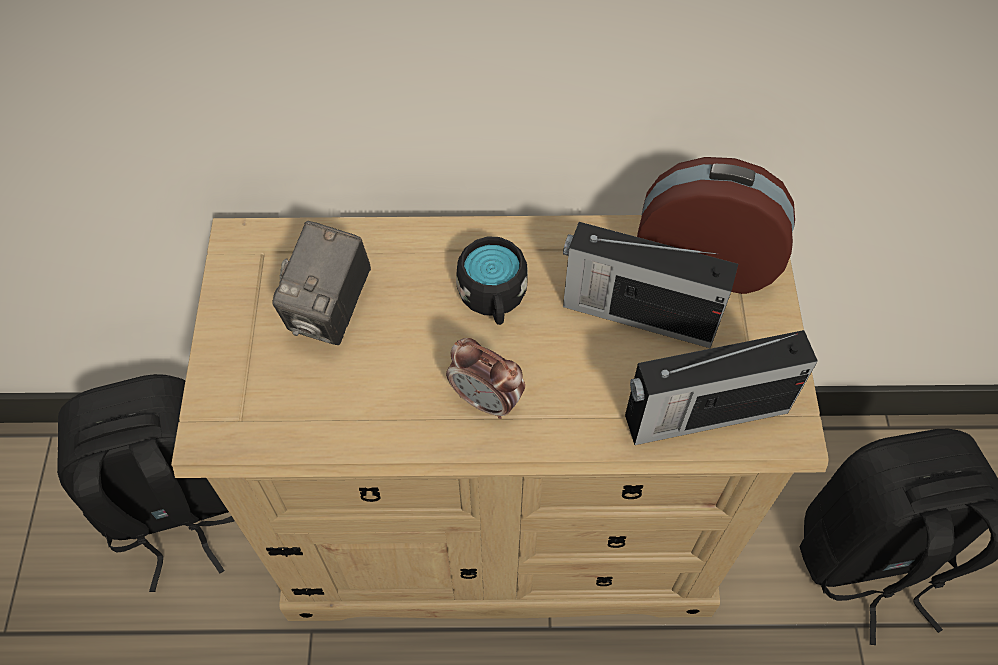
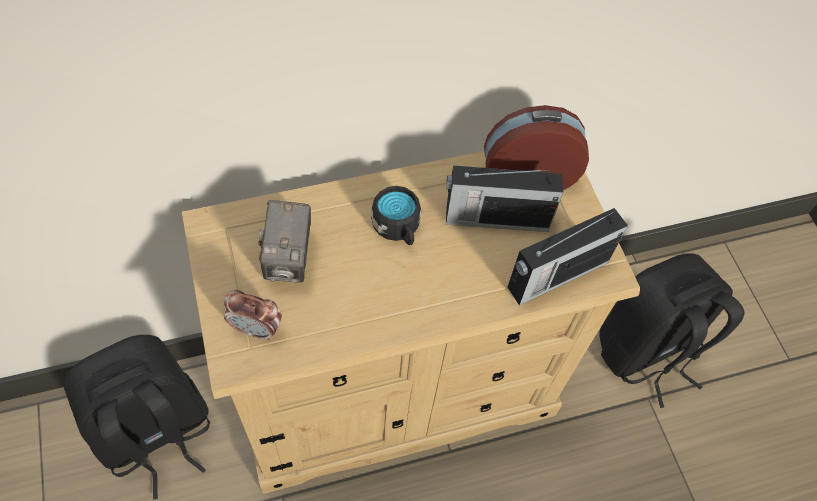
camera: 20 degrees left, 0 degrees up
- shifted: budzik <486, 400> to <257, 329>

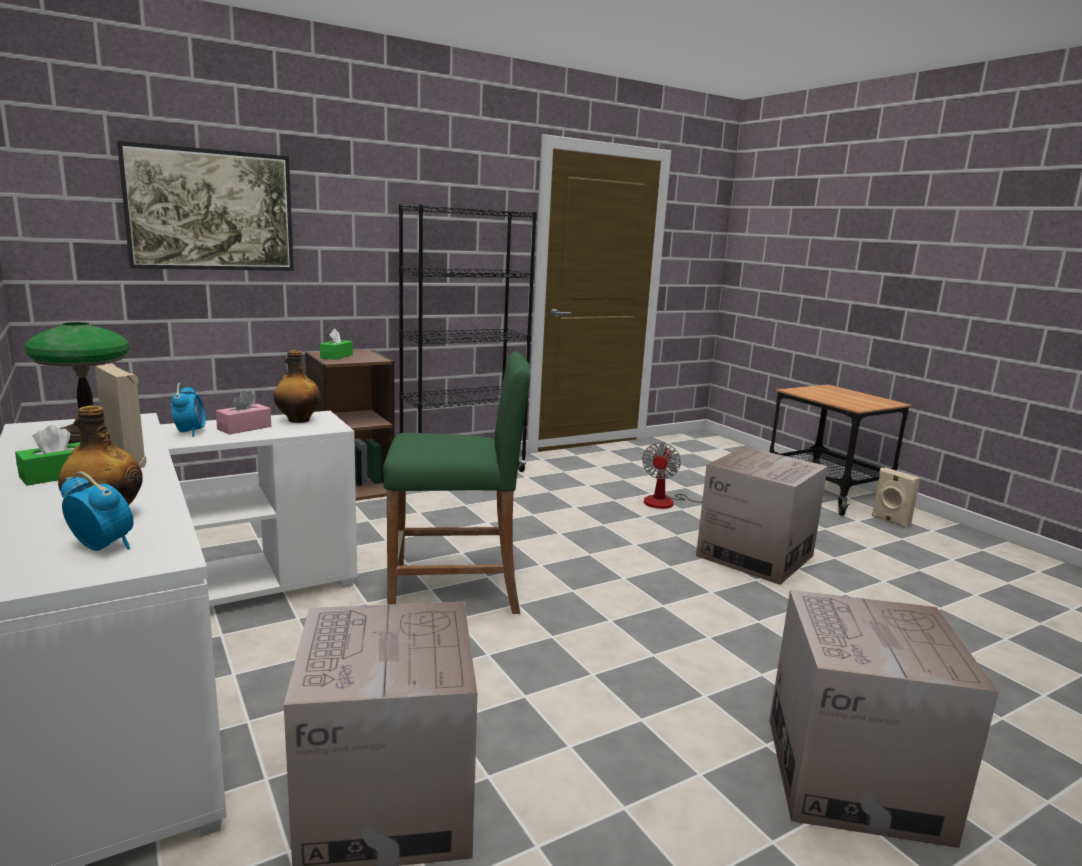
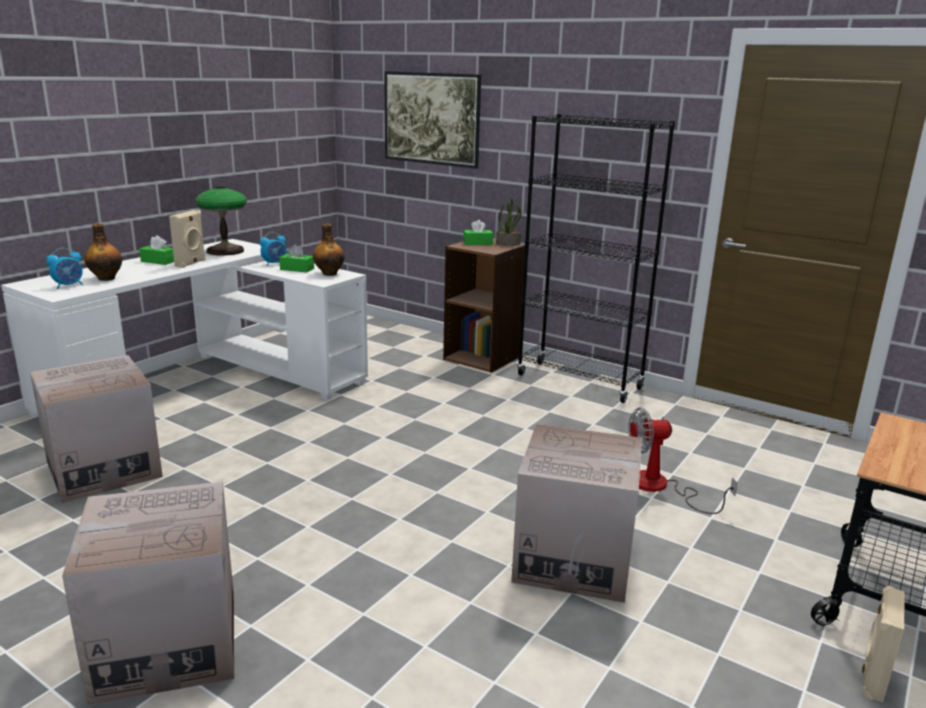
camera: 65 degrees right, 5 degrees up
- gone: stołek/zielony <455, 591>
- repainted: pudełko chusteczek/różowy <244, 428> to pudełko chusteczek/zielony <297, 269>
- rotated: budzik <102, 547> = <69, 286> 45 degrees clockwise
- new: roślina doniczkowa <508, 243>

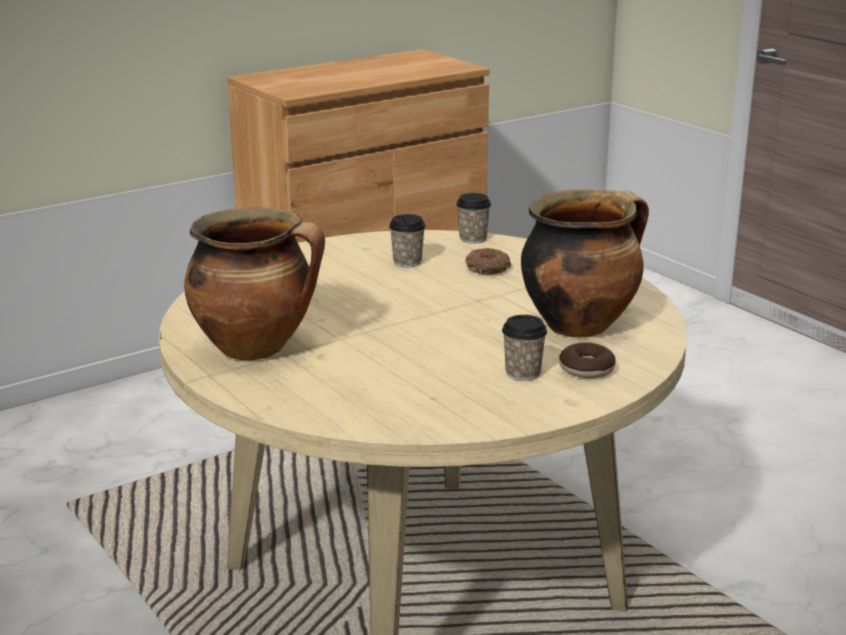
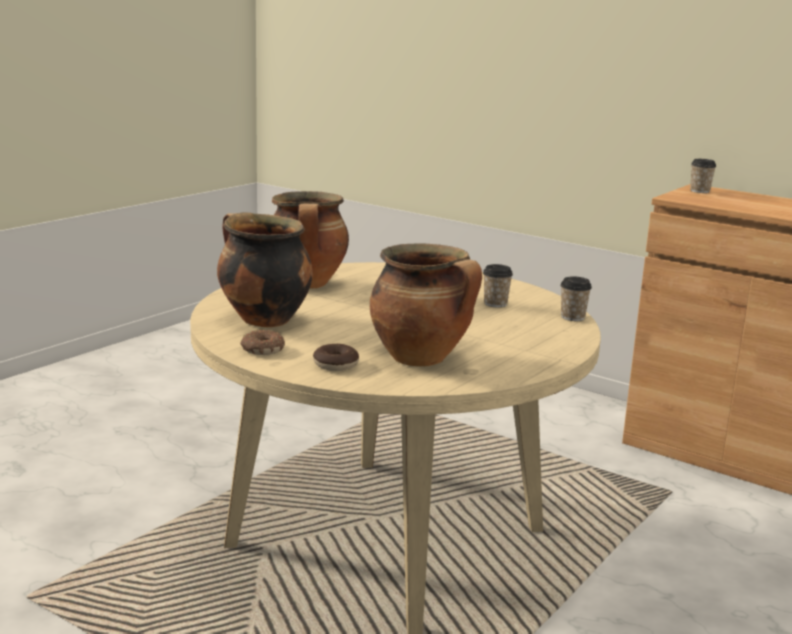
camera: 70 degrees right, 5 degrees down
- shifted: donut <487, 269> to <261, 349>
- shifted: filiżanka <523, 373> to <700, 191>
- new: garnek <262, 319>

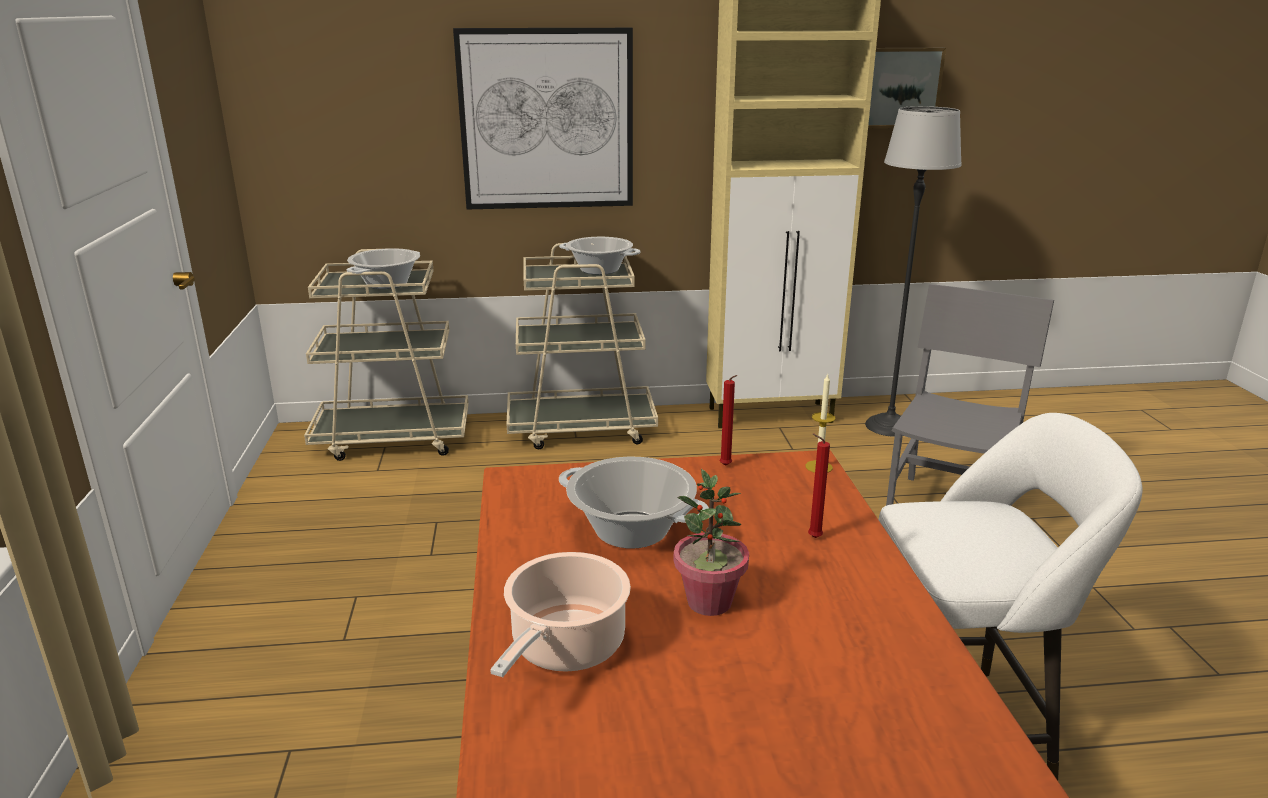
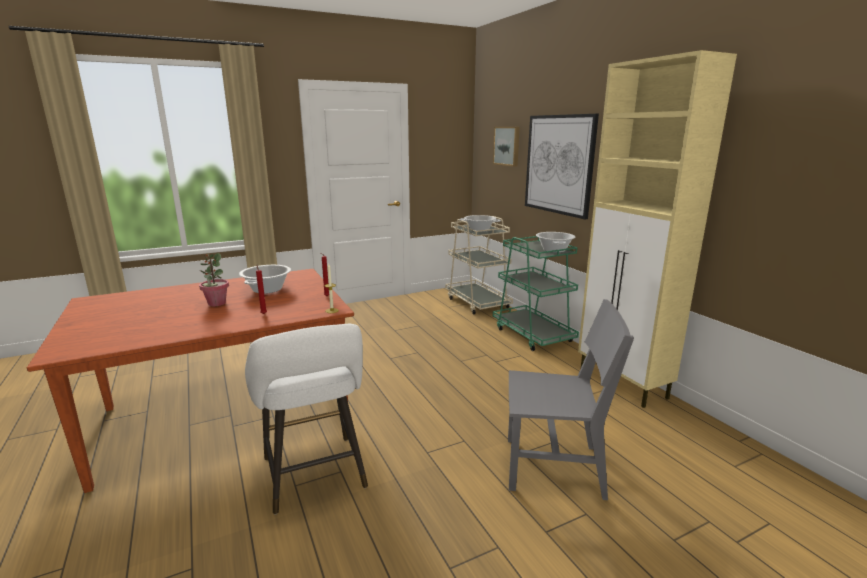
camera: 70 degrees right, 5 degrees down
- shifted: obraz <900, 88> to <507, 146>
- gone: lampa stojąca <890, 426>
- repainted: wózek/beżowy <582, 428> to wózek/zielony <532, 335>
- gone: garnek <565, 647>

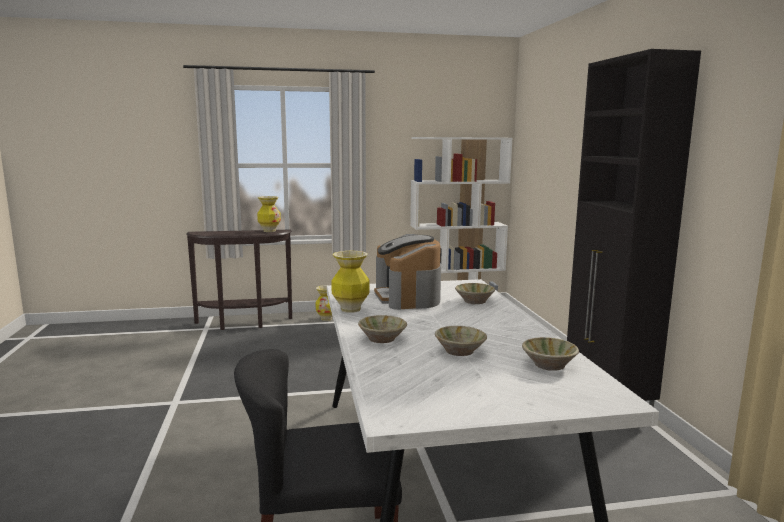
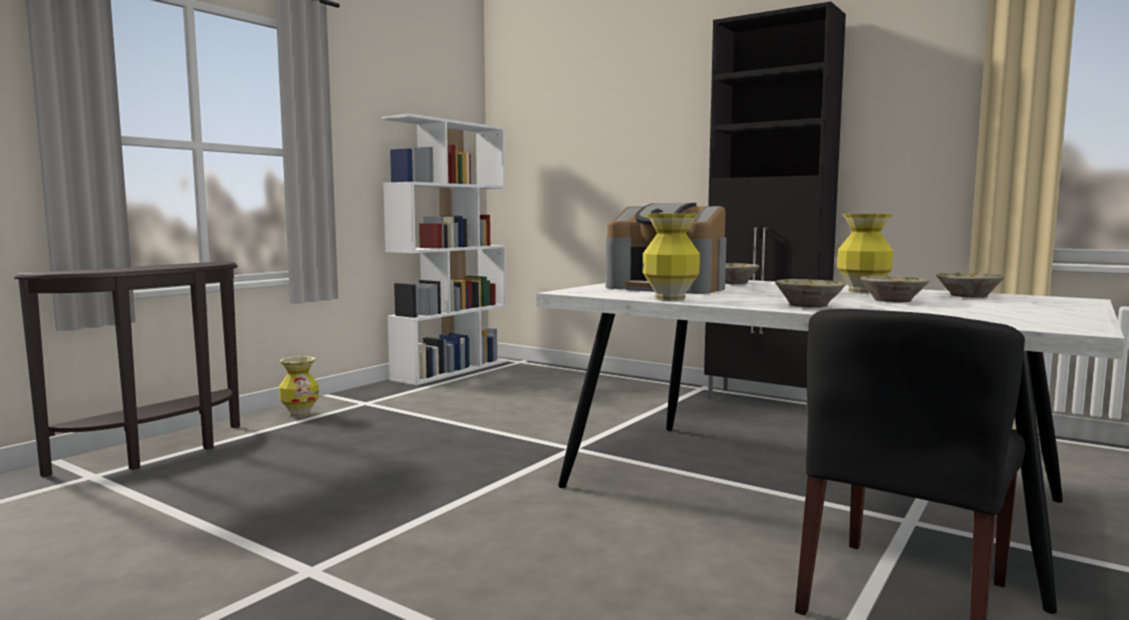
camera: 45 degrees left, 5 degrees down
- shifted: wazon <269, 231> to <862, 292>

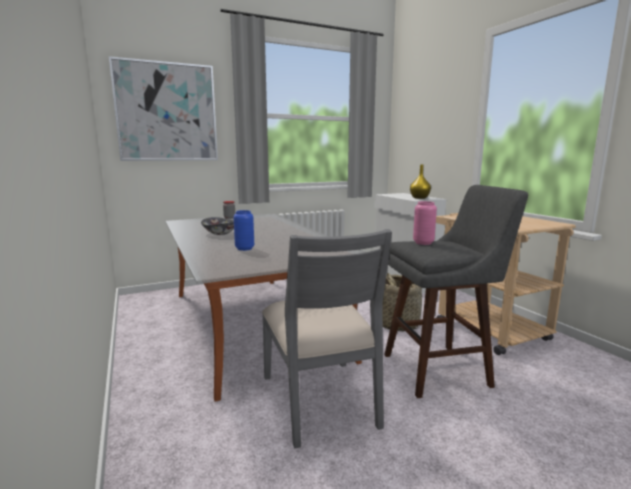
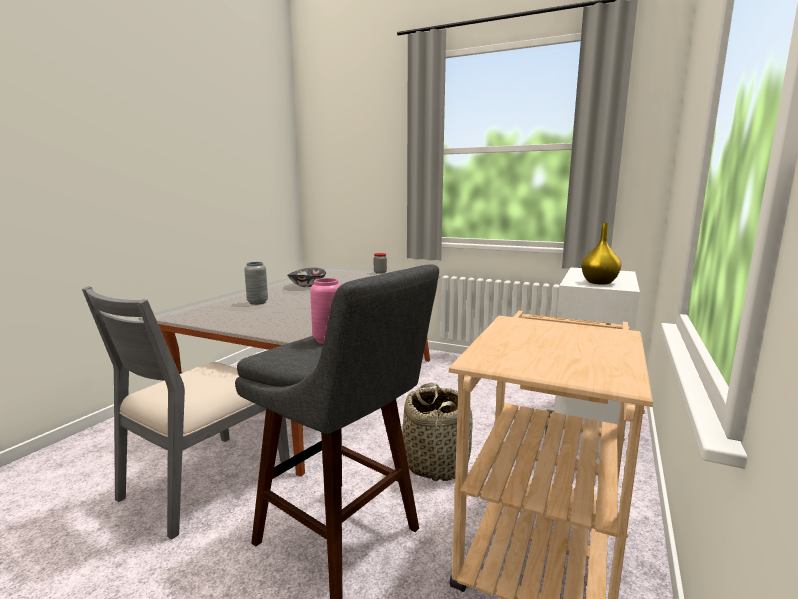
camera: 50 degrees right, 0 degrees up
- gone: obraz <167, 112>
- repainted: wazon/niebieski <244, 248> to wazon/szary <257, 302>

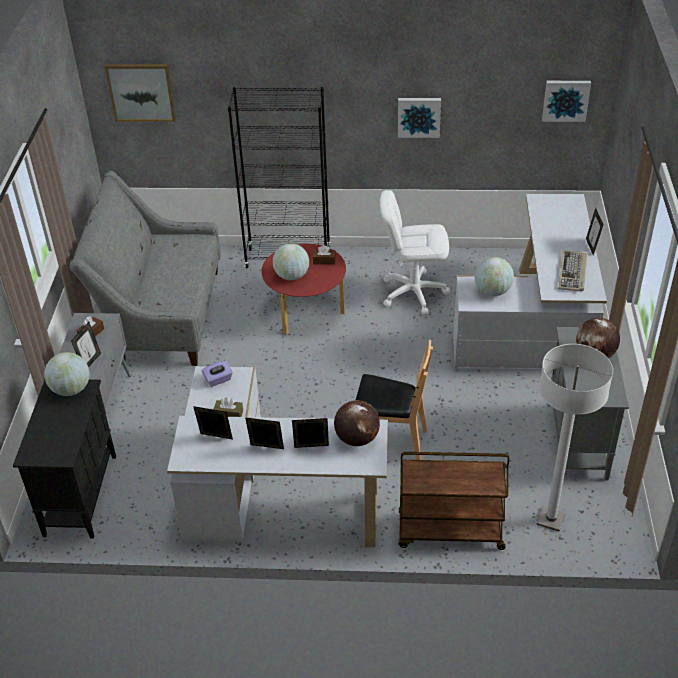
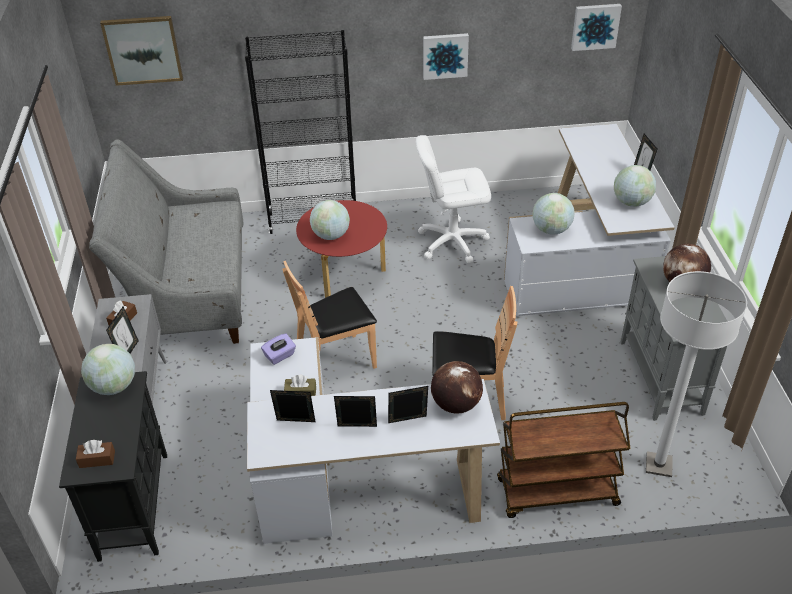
camera: 10 degrees left, 0 degrees up
- shifted: pudełko chusteczek/brązowy <324, 261> to <97, 459>
- swapped: klawiatura <573, 273> to globus <631, 202>
- new: krzesło/brązowy <336, 361>

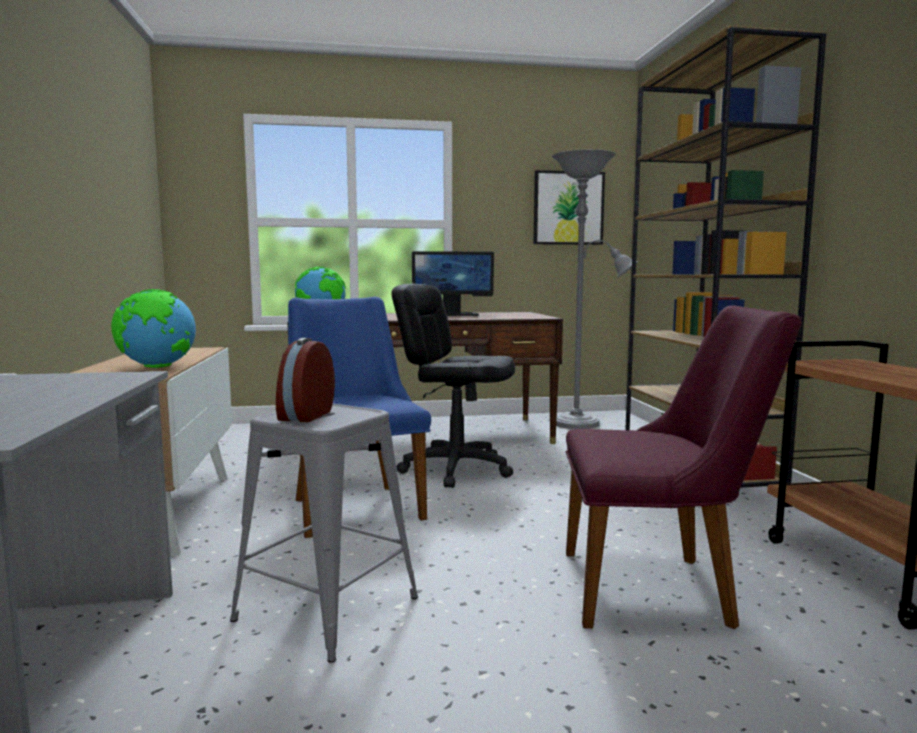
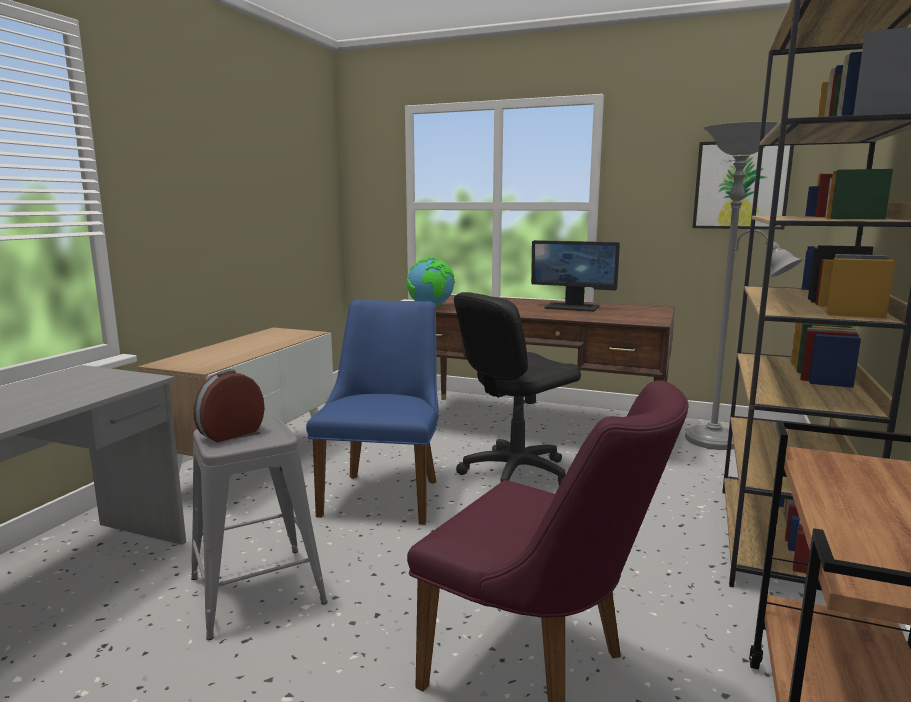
camera: 30 degrees right, 5 degrees up
- rotated: krzesło biurowe/czarny <456, 469> = <515, 473> 90 degrees counterclockwise
- gone: globus <157, 367>

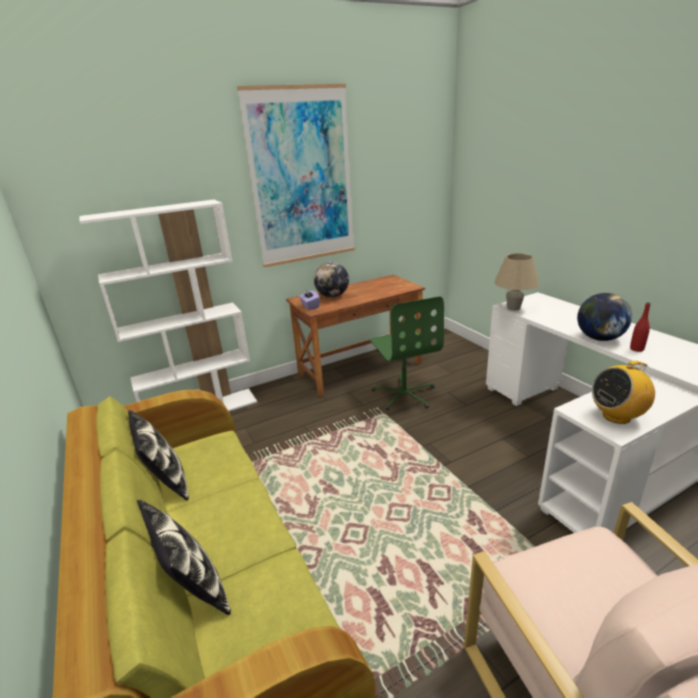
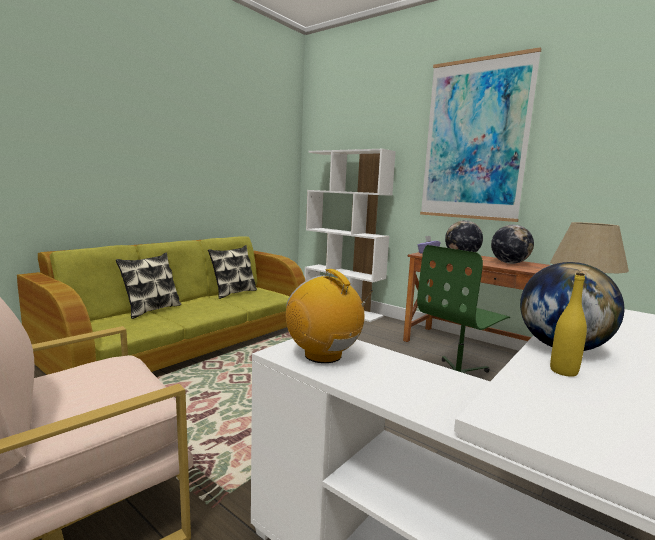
camera: 65 degrees right, 15 degrees down
- repainted: butelka/czerwony <636, 349> to butelka/żółty <563, 371>
- new: globus <509, 263>

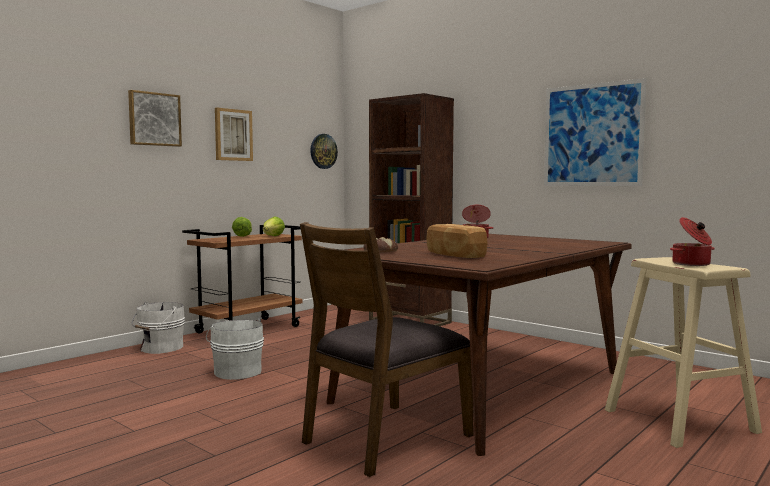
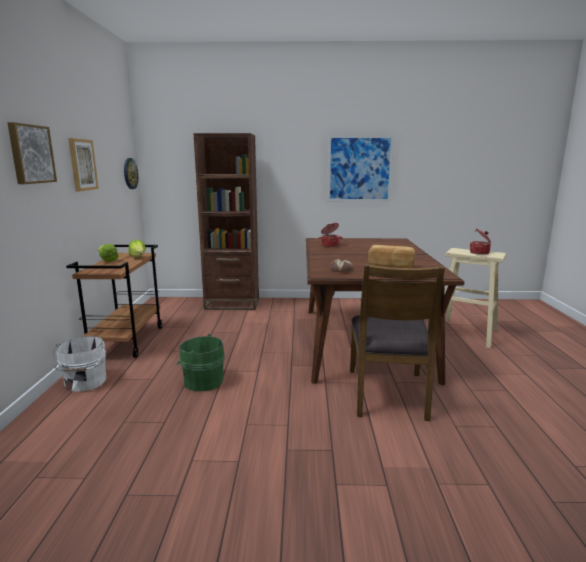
camera: 40 degrees left, 10 degrees up
- repainted: wiadro/biały <237, 371> to wiadro/zielony <202, 381>

